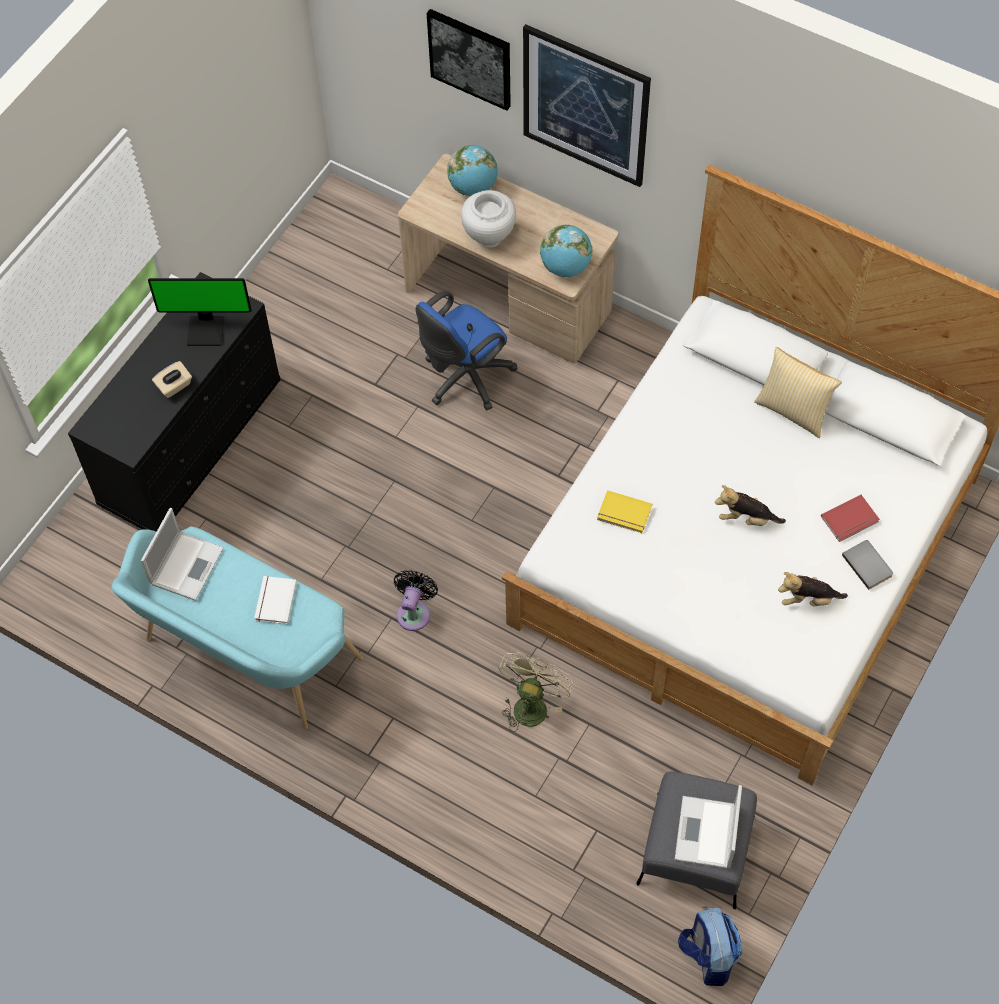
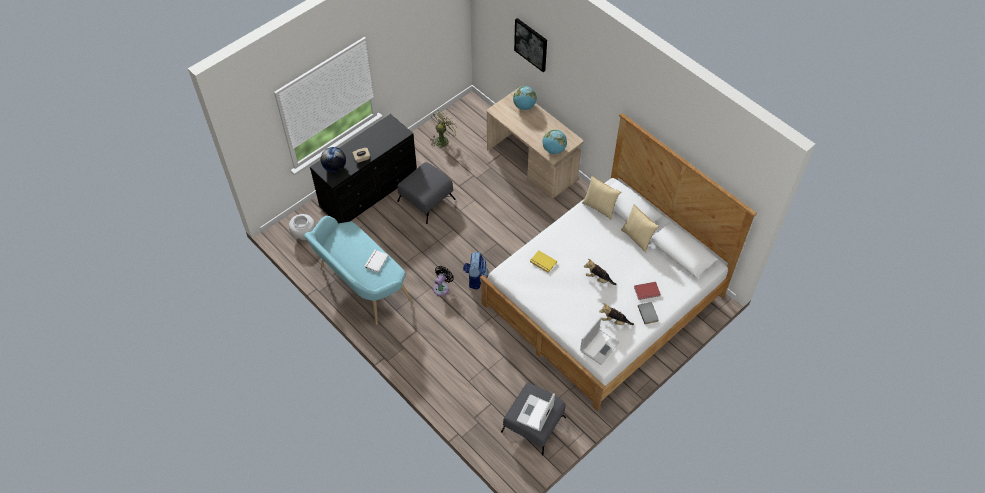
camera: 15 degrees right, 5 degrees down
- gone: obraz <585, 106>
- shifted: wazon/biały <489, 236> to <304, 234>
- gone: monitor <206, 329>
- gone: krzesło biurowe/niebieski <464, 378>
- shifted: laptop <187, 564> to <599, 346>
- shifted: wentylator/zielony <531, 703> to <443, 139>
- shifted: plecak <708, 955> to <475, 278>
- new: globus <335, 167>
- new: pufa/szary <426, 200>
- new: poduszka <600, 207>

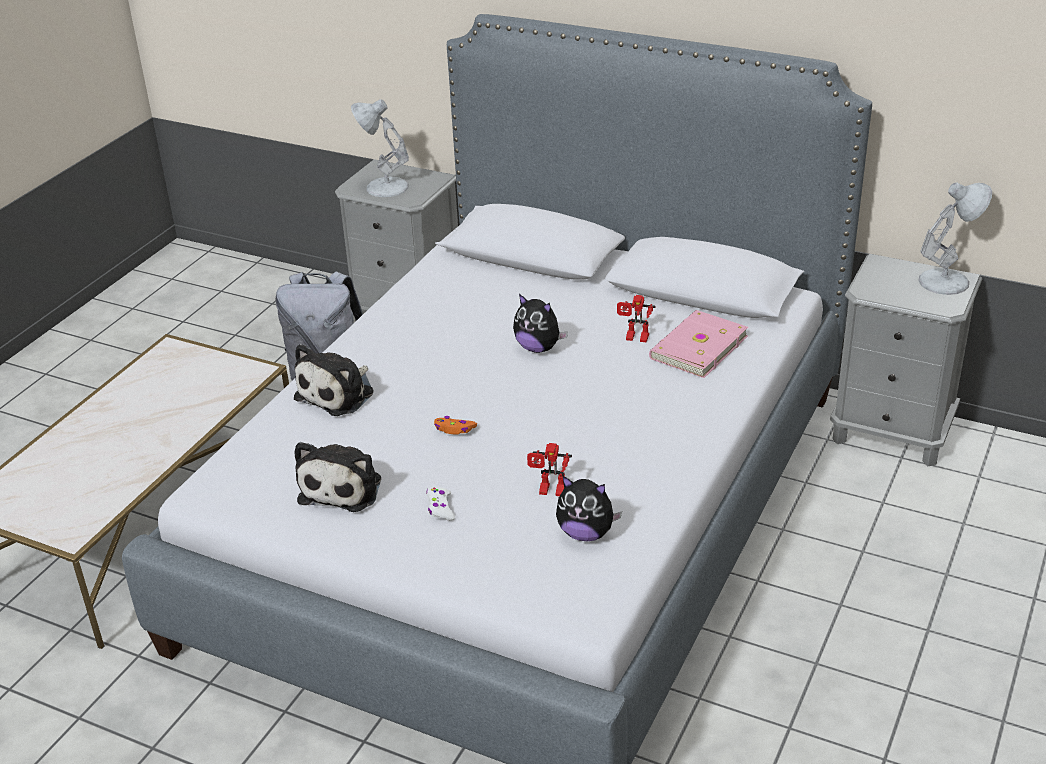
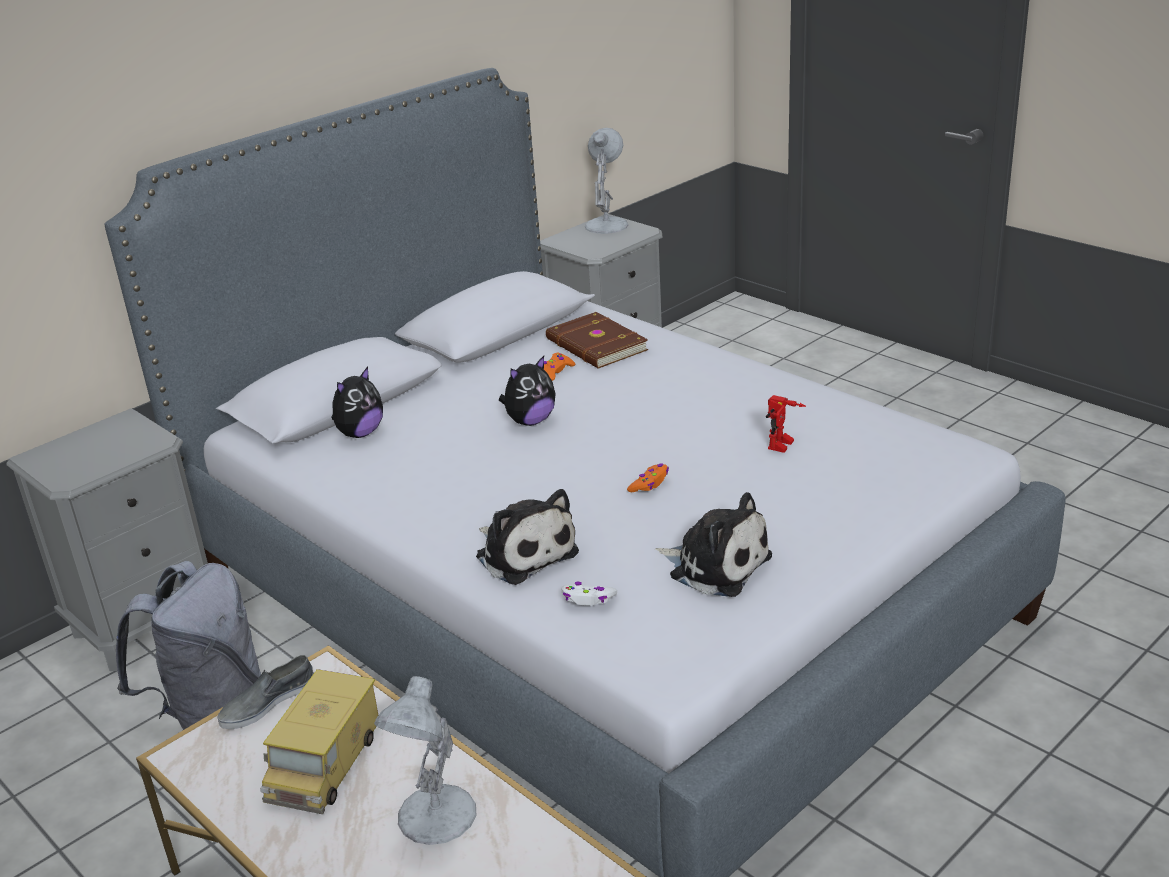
camera: 70 degrees left, 5 degrees down
- shifted: lampa stołowa/biały <385, 187> to <435, 817>
- swapped: robot zabawkowy <635, 338> to pad do gier/pomarańczowy <555, 371>
- repainted: książka/różowy <697, 347> to książka/brązowy <595, 345>
- shifted: pluszak <586, 533> to <359, 433>
- shifted: pad do gier/biały <440, 508> to <588, 599>
- new: but/szary <267, 702>
- new: ciężarówka zabawkowa <325, 764>

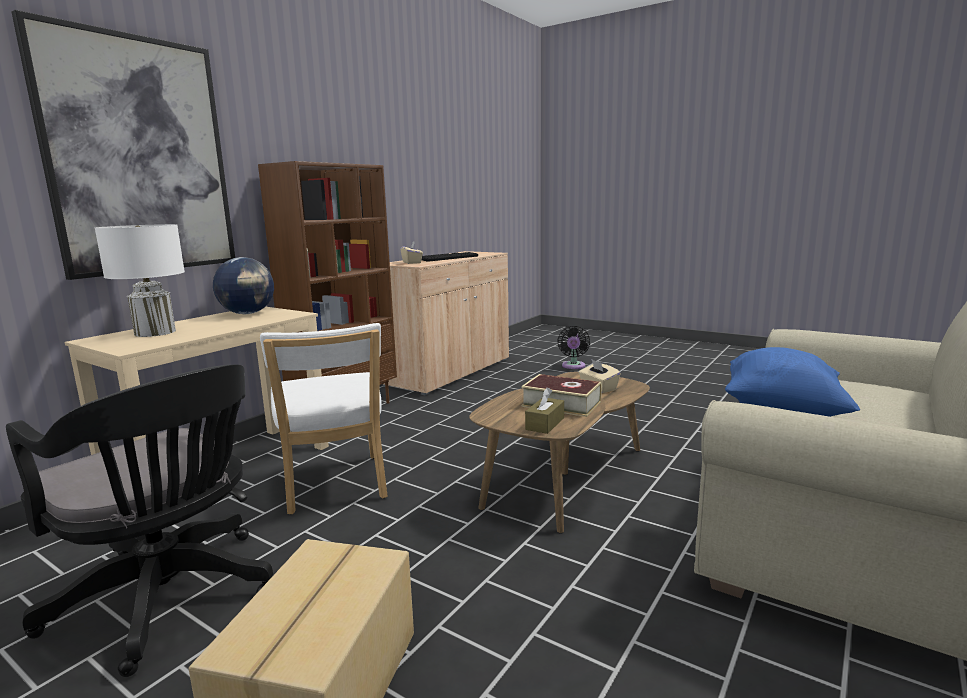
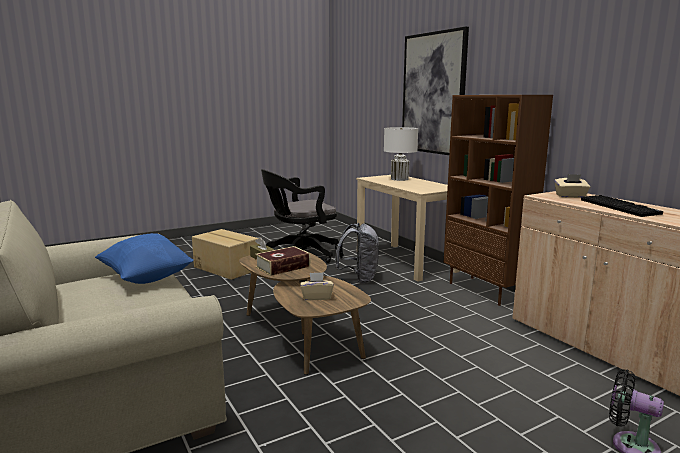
camera: 115 degrees right, 0 degrees up
- gone: globus <247, 313>
- swapped: krzesło/biały <335, 487> to plecak/szary <359, 279>

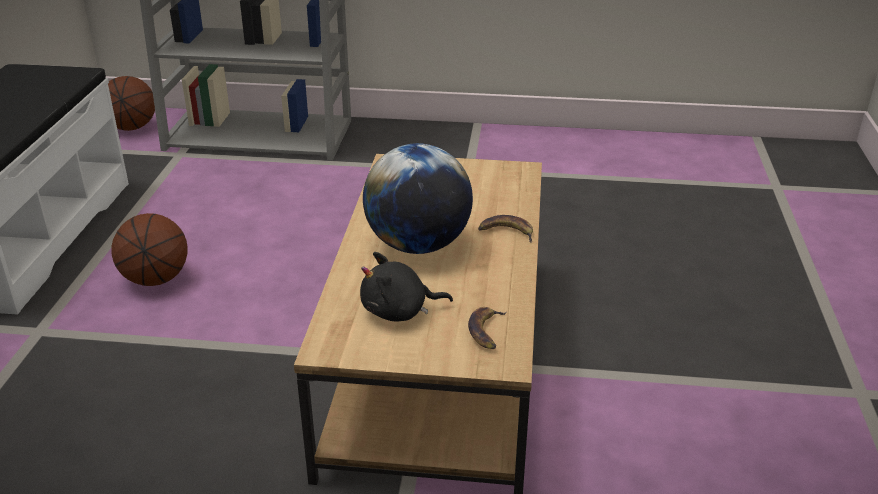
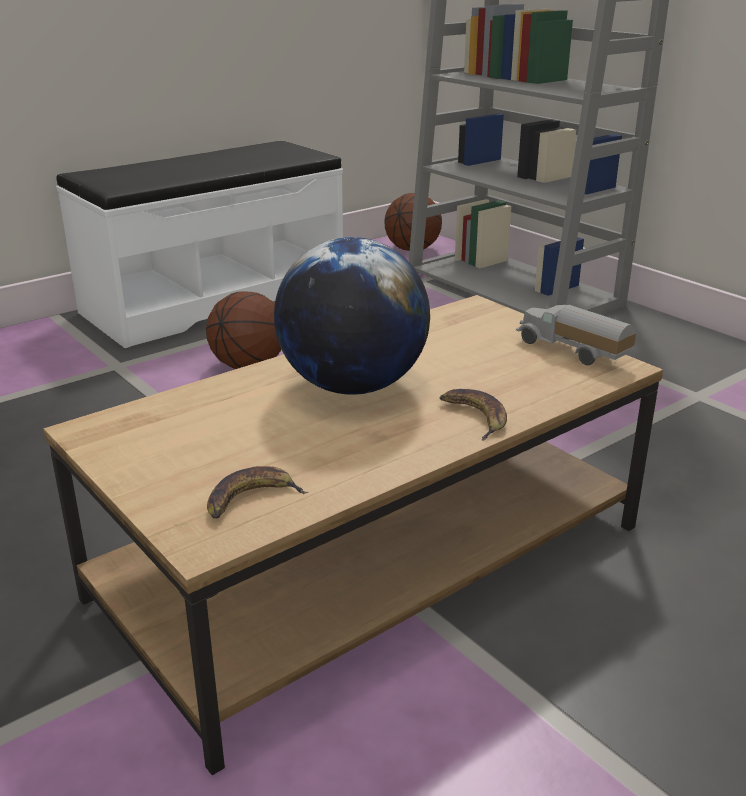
camera: 45 degrees right, 5 degrees down
- gone: pluszak/czarny <399, 311>
- new: ciężarówka zabawkowa <571, 352>

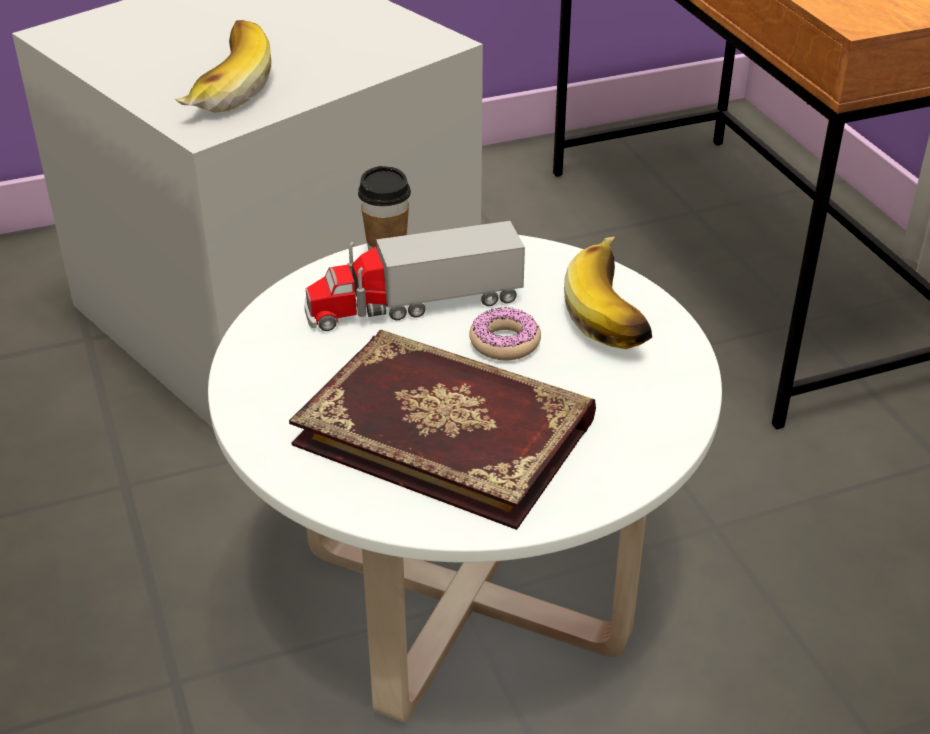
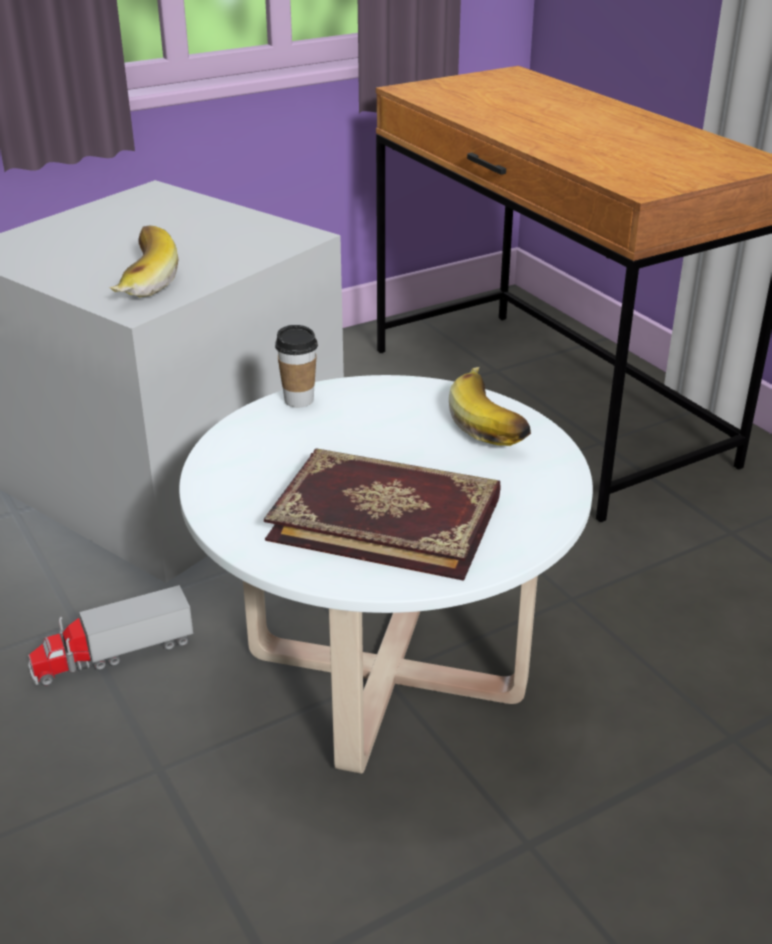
camera: 10 degrees left, 5 degrees down
- shifted: ciężarówka zabawkowa <413, 304> to <112, 654>
- gone: donut <505, 342>

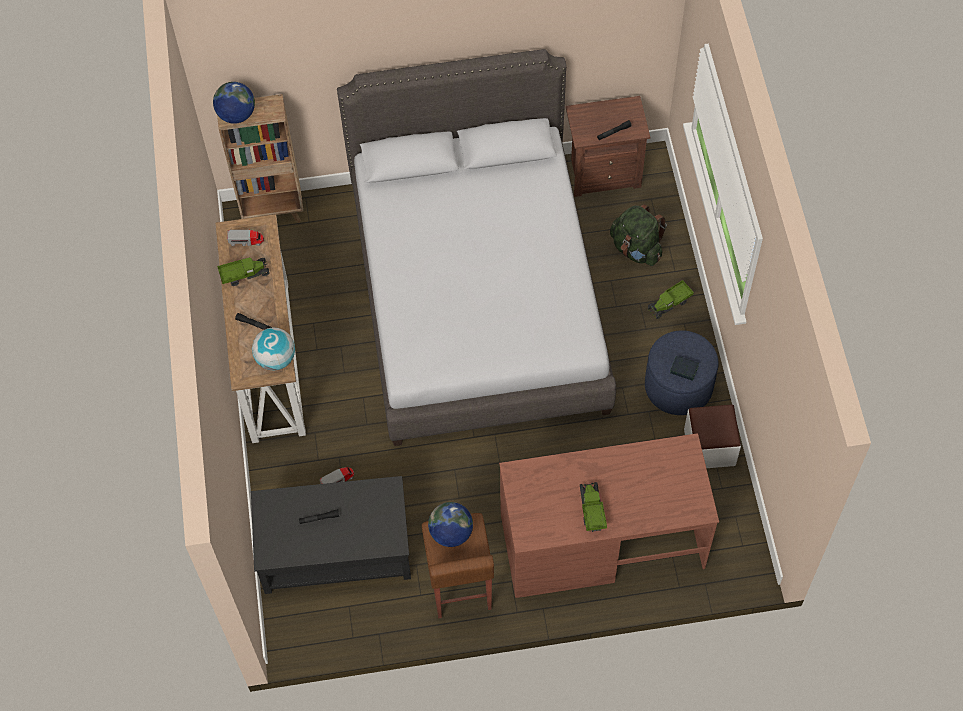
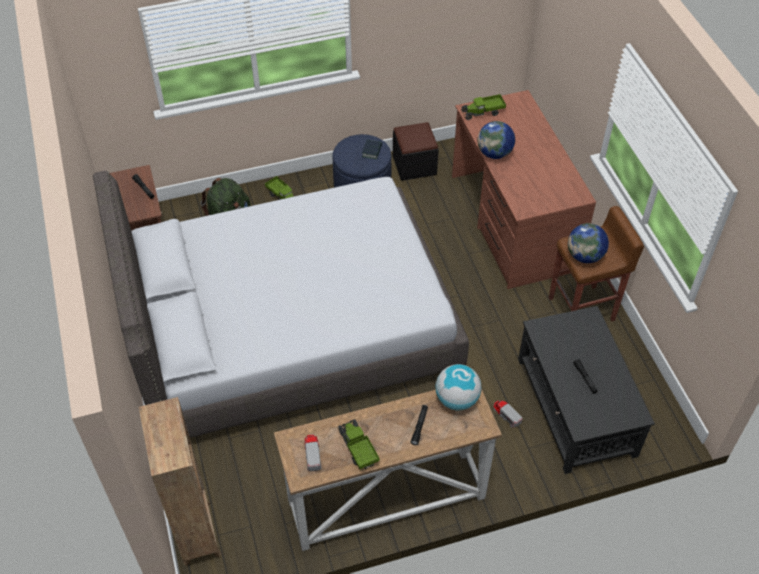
camera: 100 degrees left, 10 degrees down
- shifted: globus <236, 115> to <494, 153>
- repainted: pufa/biały <709, 447> to pufa/czarny <414, 165>
- shifted: ciężarówka zabawkowa <591, 510> to <483, 112>

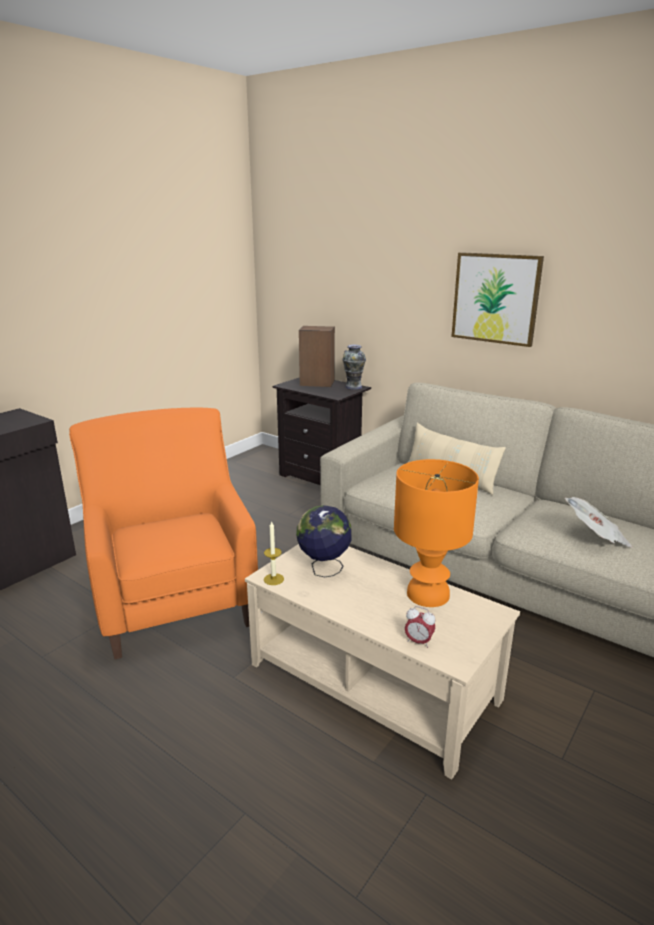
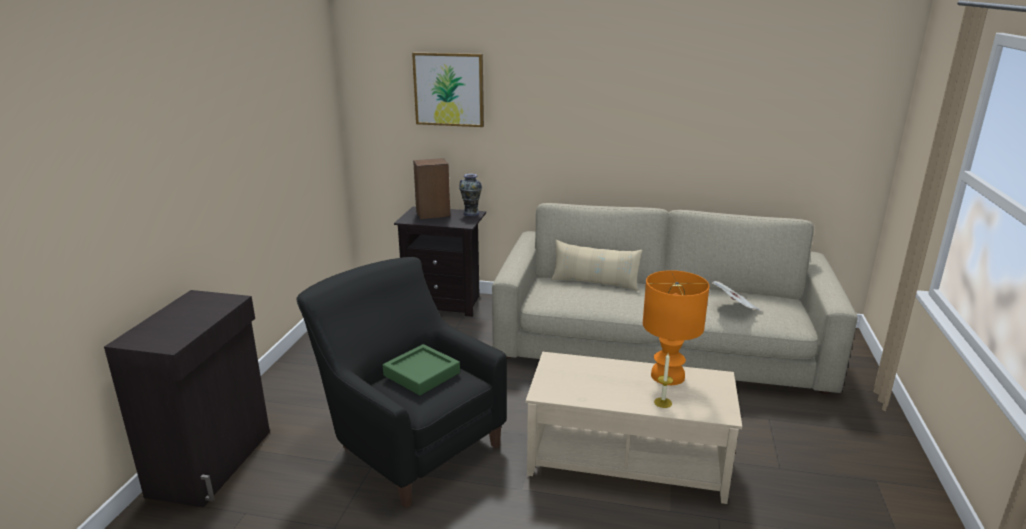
camera: 25 degrees left, 0 degrees up
- shifted: obraz <495, 298> to <449, 89>
- repainted: fotel/pomarańczowy <173, 596> to fotel/czarny <407, 442>
- gone: globus <324, 570>
- shifted: świeca <273, 579> to <663, 402>
- gone: budzik <418, 642>
- new: taca/zielony <421, 374>

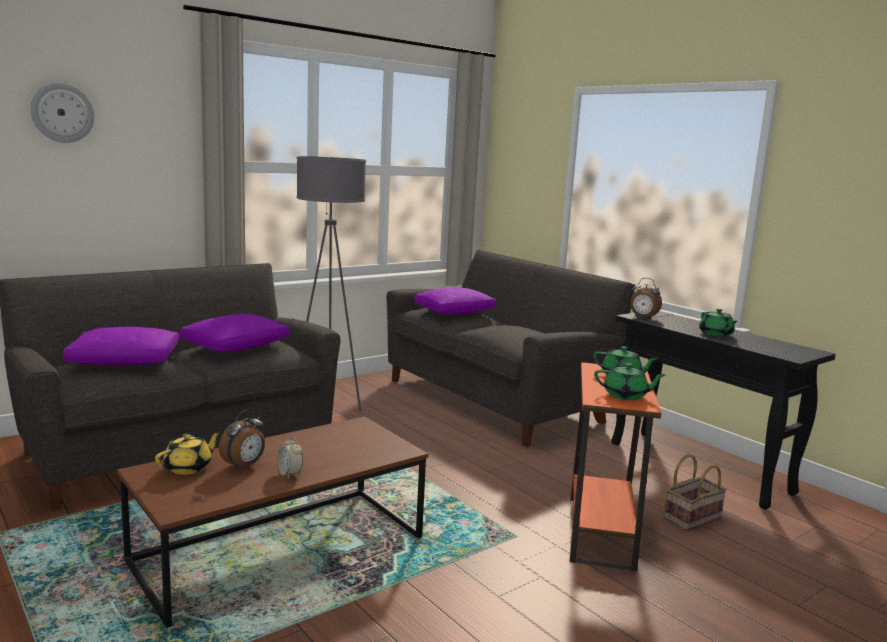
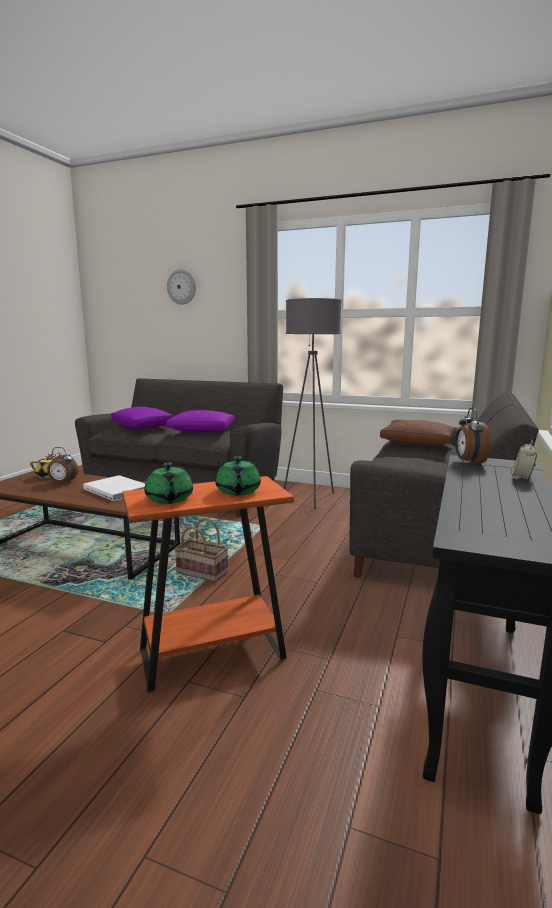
camera: 60 degrees right, 0 degrees up
- repainted: poduszka/fioletowy <455, 312> to poduszka/brązowy <418, 443>
- gone: imbryk/zielony <716, 334>
- shifted: budzik <289, 474> to <522, 478>
- shifted: koszyk <692, 517> to <204, 572>
- new: książka/biały <117, 490>

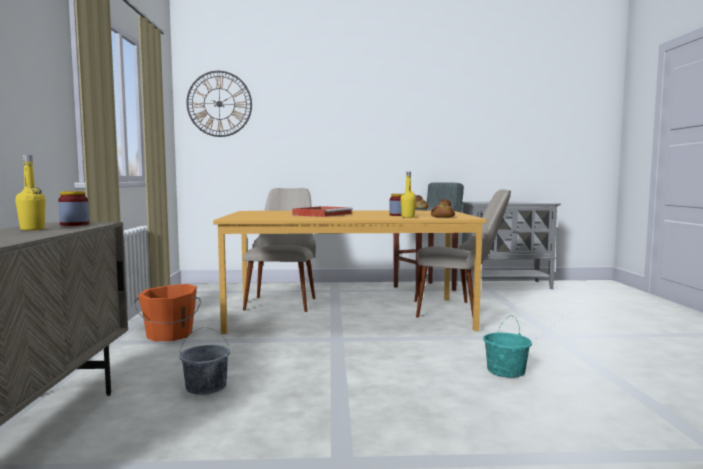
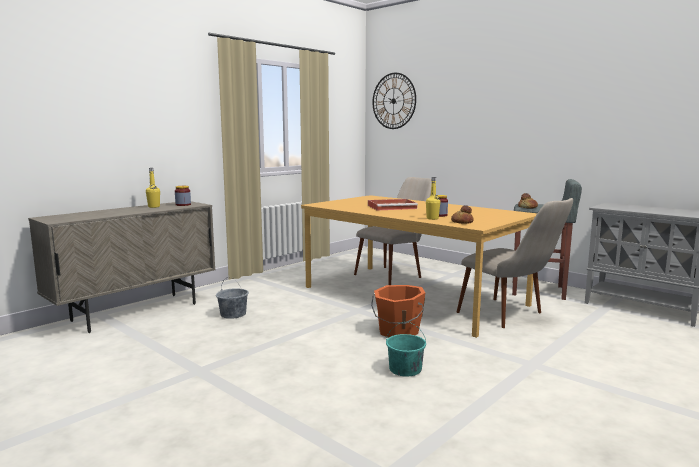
camera: 45 degrees right, 5 degrees up
- shifted: wiadro/pomarańczowy <169, 335> to <398, 332>

